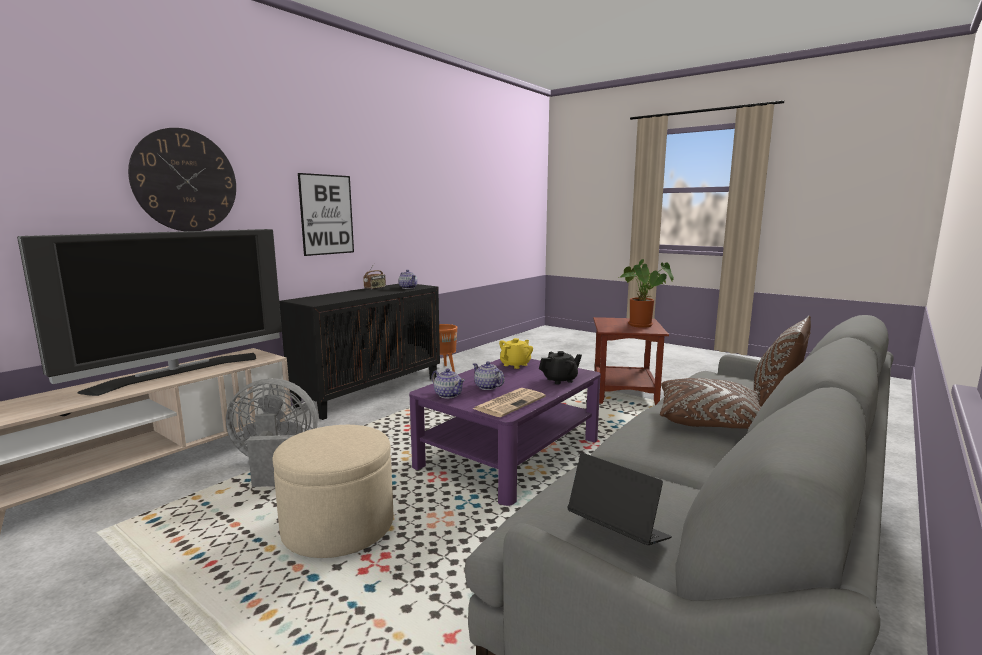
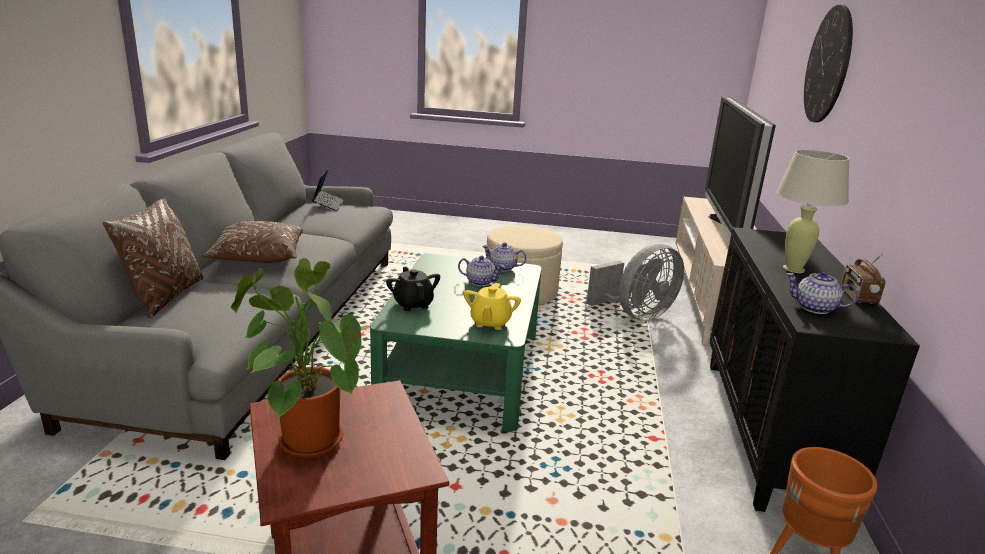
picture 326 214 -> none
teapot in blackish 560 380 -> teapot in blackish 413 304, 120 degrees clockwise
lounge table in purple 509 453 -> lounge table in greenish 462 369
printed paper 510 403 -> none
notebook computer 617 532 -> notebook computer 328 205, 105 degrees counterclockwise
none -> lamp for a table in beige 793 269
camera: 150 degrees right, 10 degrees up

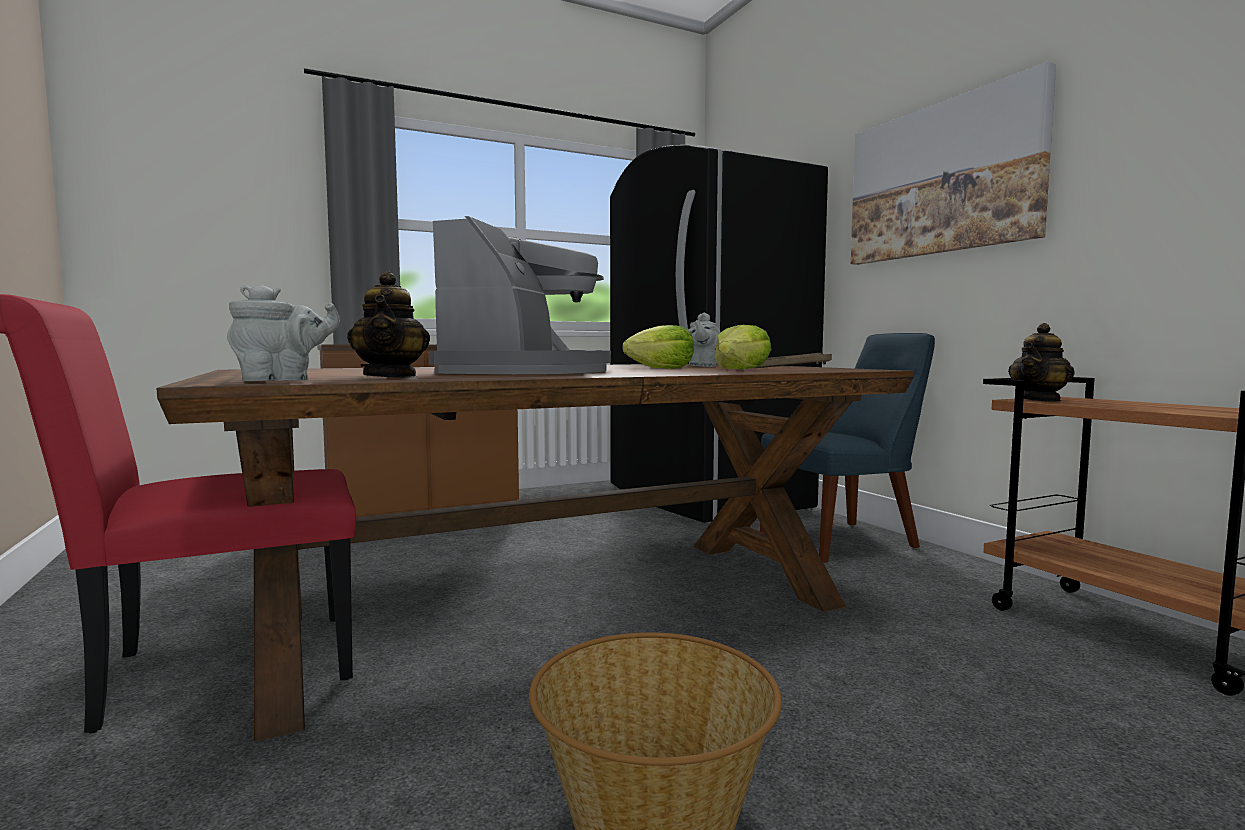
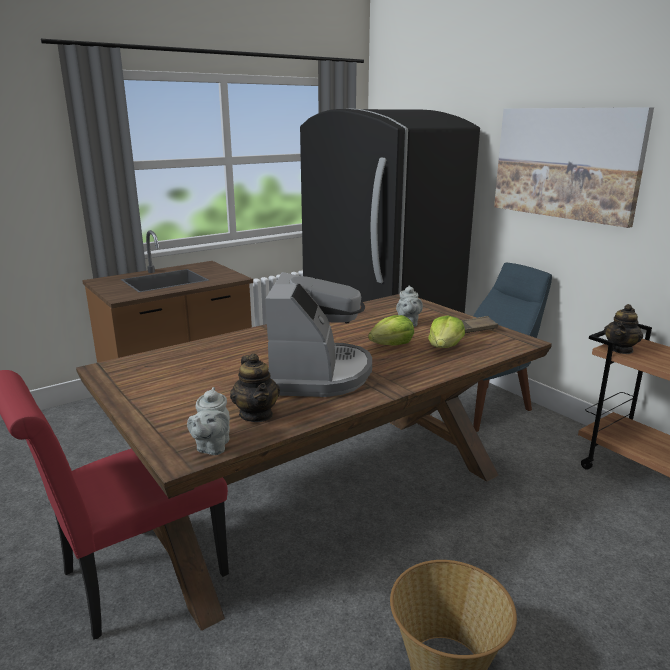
teapot in gray 282 381 -> teapot in gray 212 447, 135 degrees clockwise
camera: 10 degrees left, 15 degrees up

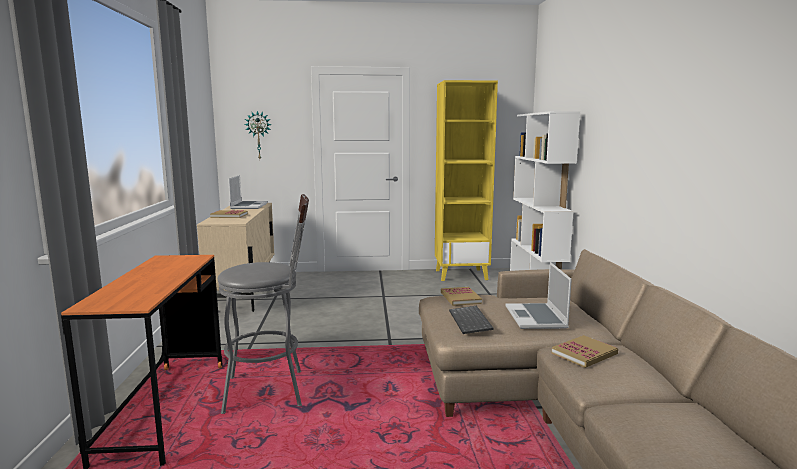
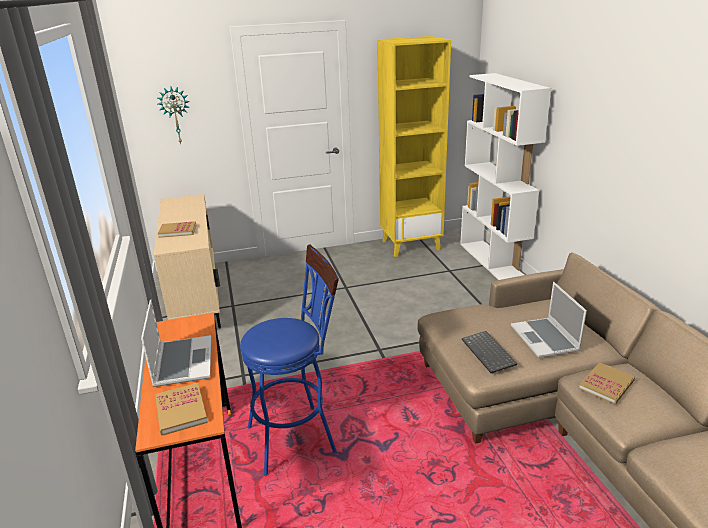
notebook computer 248 206 -> notebook computer 182 362, move
stool in gray 273 390 -> stool in blue 299 437
book 460 298 -> book 181 410, move
camera: 10 degrees left, 15 degrees up

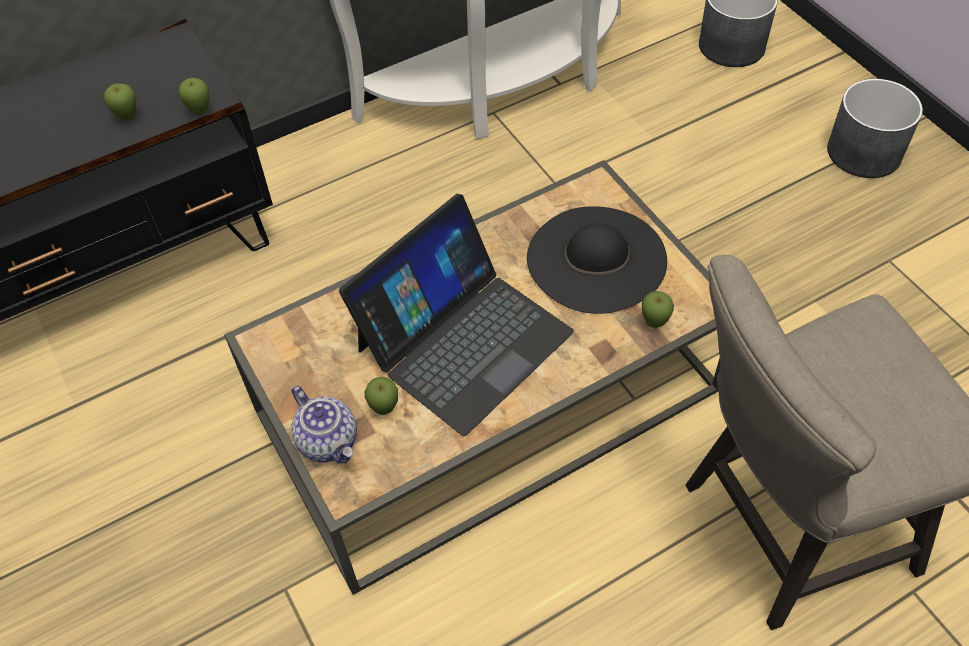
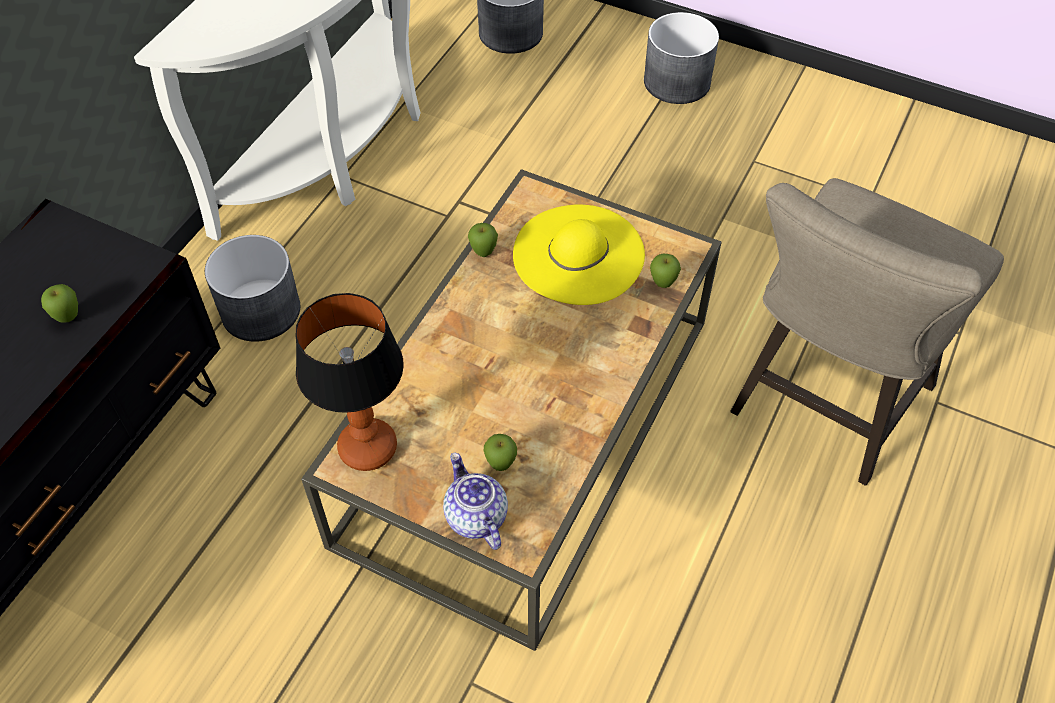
whole apple 200 111 -> whole apple 483 253, move
notebook computer 463 339 -> none
wearable hat in blackish 596 259 -> wearable hat in yellow-coloured 578 254
teapot 329 441 -> teapot 475 517, 135 degrees counterclockwise
none -> flower pot in gray 261 310
none -> lamp for a table 368 448
camera: 35 degrees left, 0 degrees up

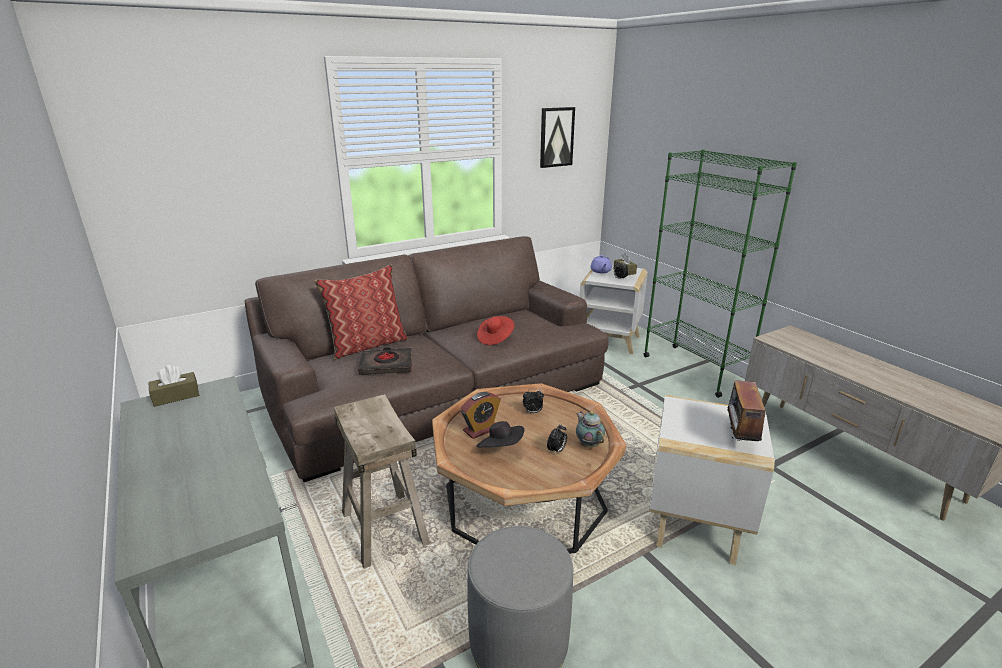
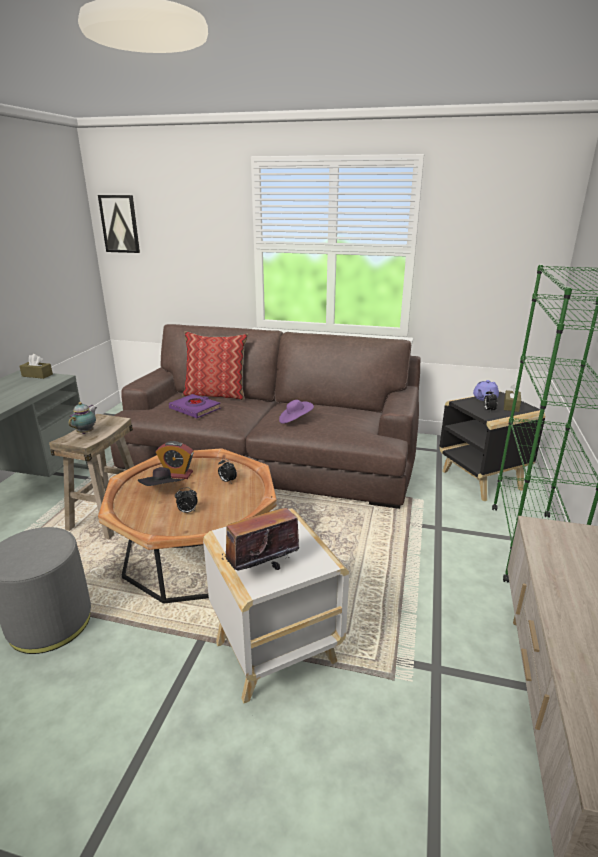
picture 556 137 -> picture 120 224, move
accent table in white-coloured 610 340 -> accent table in blackish 482 480
wearable hat in red-coloured 495 338 -> wearable hat in purple 295 420
book in blackish 386 365 -> book in purple 195 409
teapot 588 444 -> teapot 86 432, move
camera: 45 degrees right, 0 degrees up

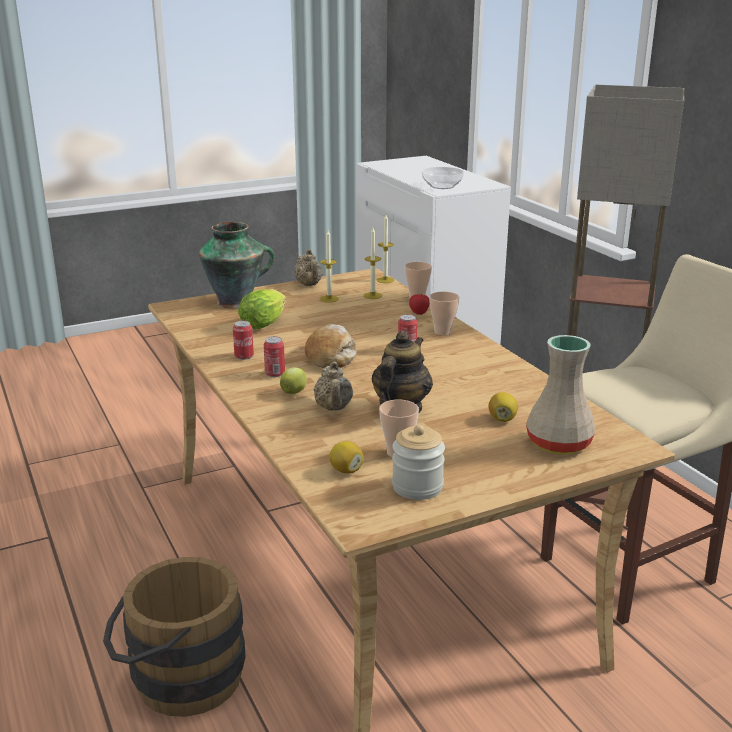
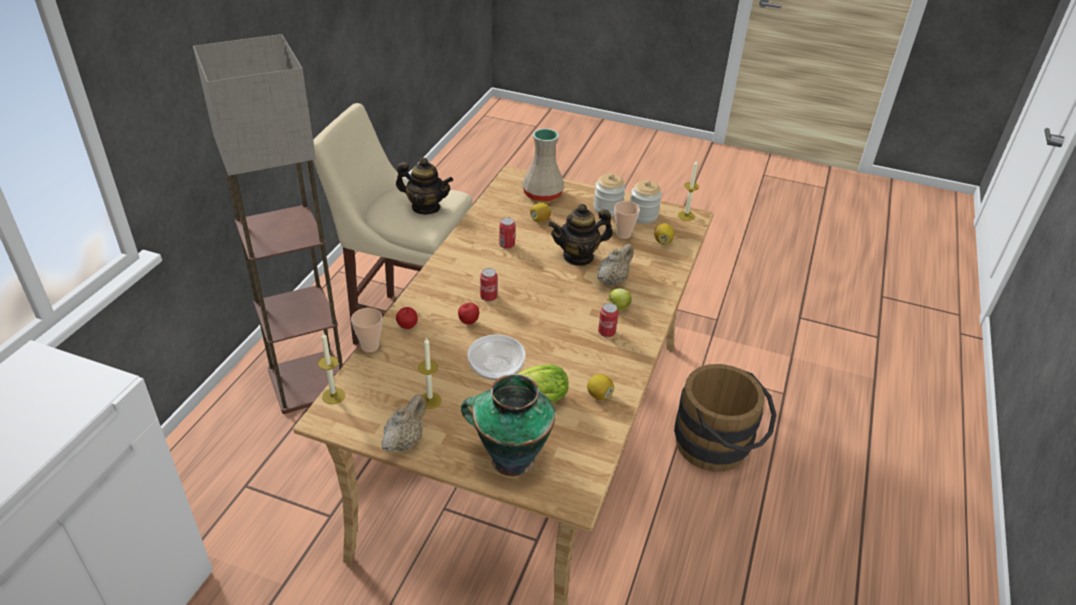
serving bowl 441 186 -> serving bowl 496 369, move
wax candle 372 295 -> wax candle 686 216, move
small cup 442 332 -> none
sealed can 244 356 -> sealed can 507 245, move
baked bread 331 356 -> none
none -> teapot 426 207
none -> jar 607 209
none -> whole apple 468 322
none -> citrus fruit 599 395
camera: 135 degrees left, 15 degrees up

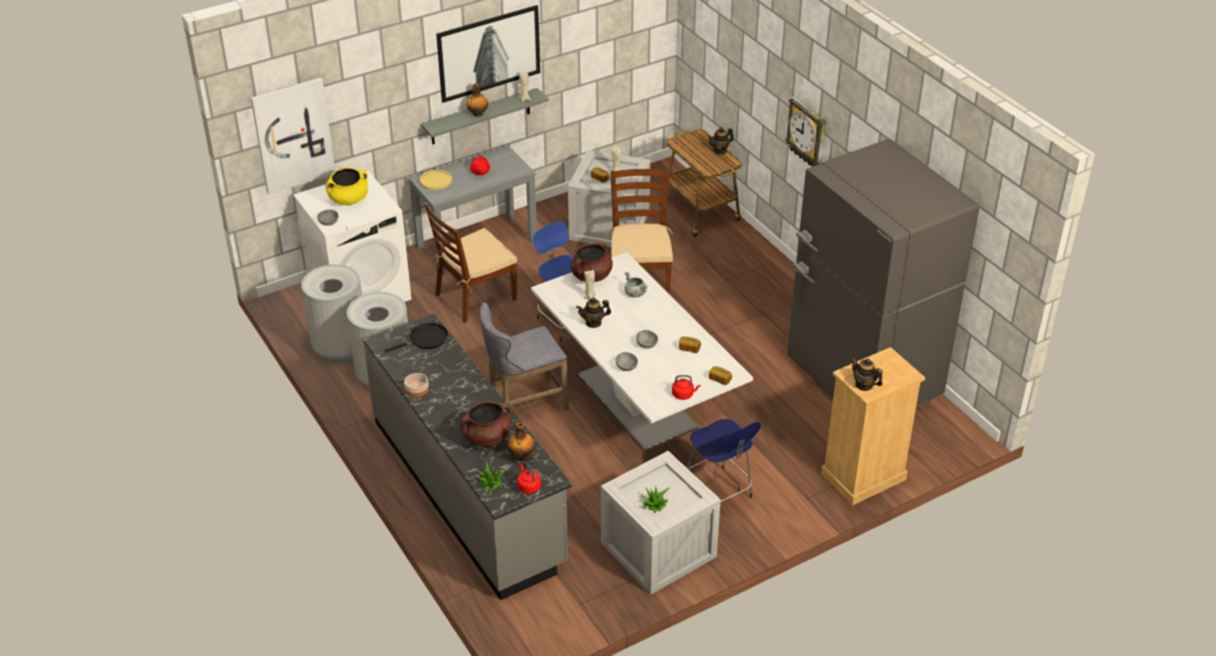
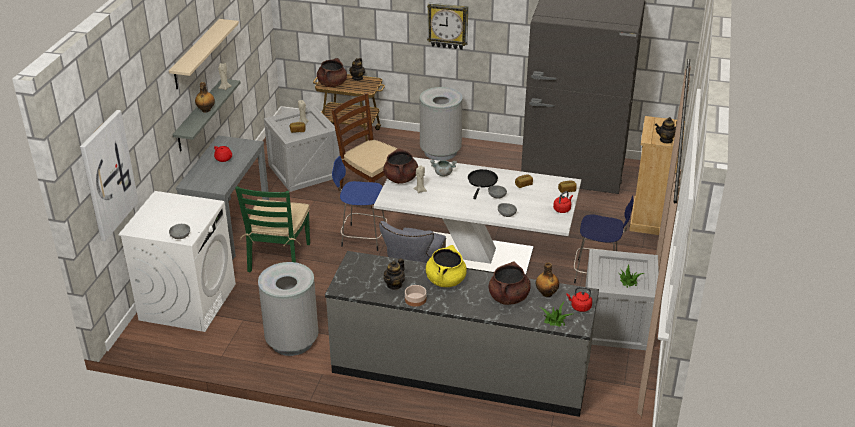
picture 489 53 -> bracket shelf in beige 196 54
cooking pot in yellow-coloured 348 199 -> cooking pot in yellow-coloured 445 280, move
flat dish in yellow-coloured 436 181 -> none
upright chair in brown 475 297 -> upright chair in greenish 279 258
rubbish bin in gray 340 347 -> rubbish bin in gray 440 151, move
teapot 593 322 -> teapot 394 285, move
skillet in blackish 426 339 -> skillet in blackish 482 182, move
none -> cooking pot in brown 332 84
camera: 45 degrees left, 5 degrees down

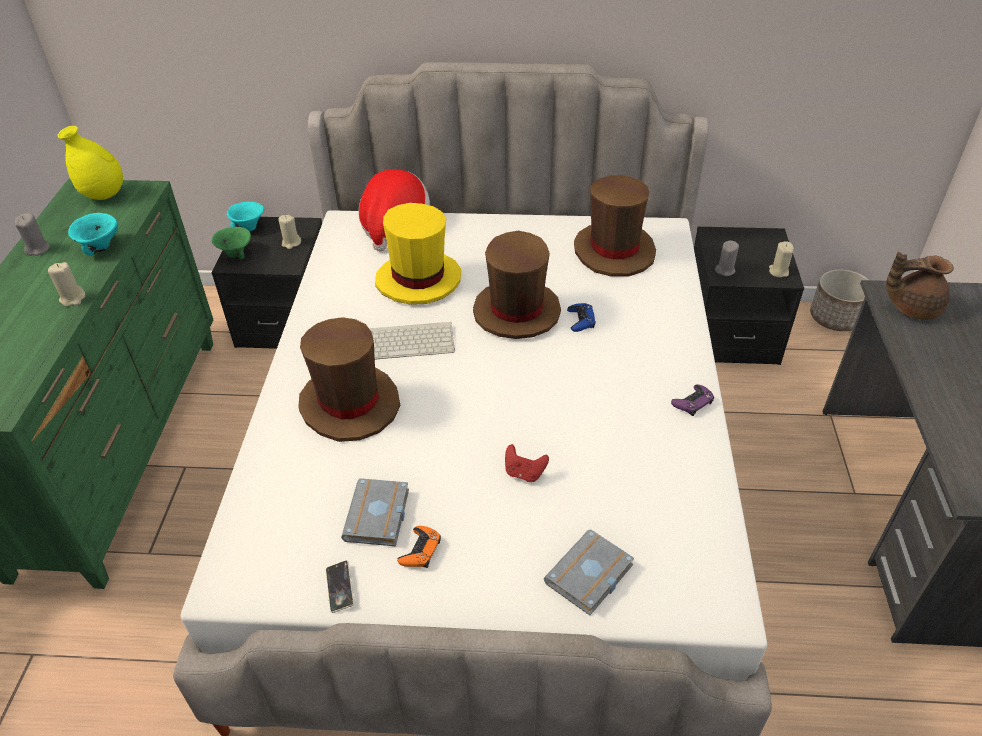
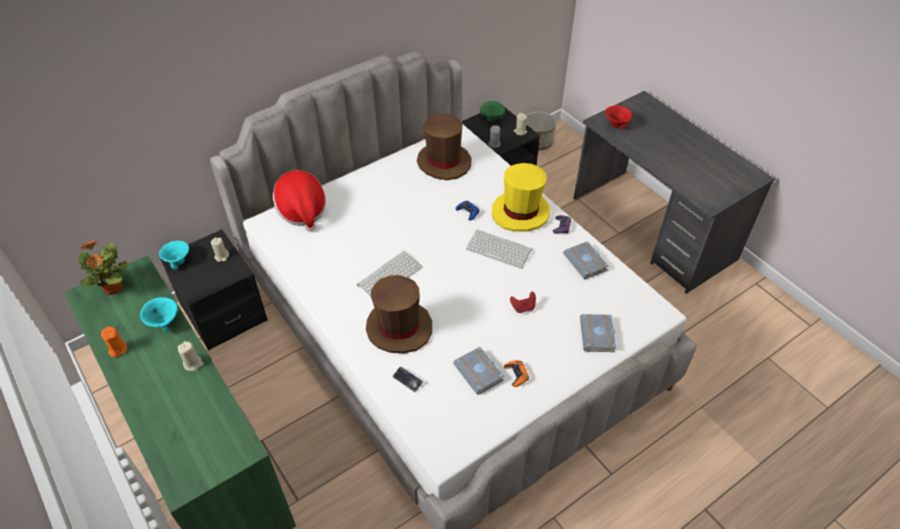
decorative vase in yellow-coloured 104 195 -> plant in a pot 113 289
wearable hat in yellow-coloured 418 280 -> wearable hat in yellow-coloured 520 212, move
wax candle in gray 37 249 -> wax candle in orange 117 349
serving bowl in greenish 235 254 -> serving bowl in greenish 491 119, move
wearable hat in brown 516 312 -> none
teapot in brown 911 307 -> serving bowl in red-coloured 615 125
telephone 340 588 -> telephone 407 380, move
none -> computer keyboard 500 249
none -> book in gray 586 263
camera: 40 degrees left, 5 degrees up

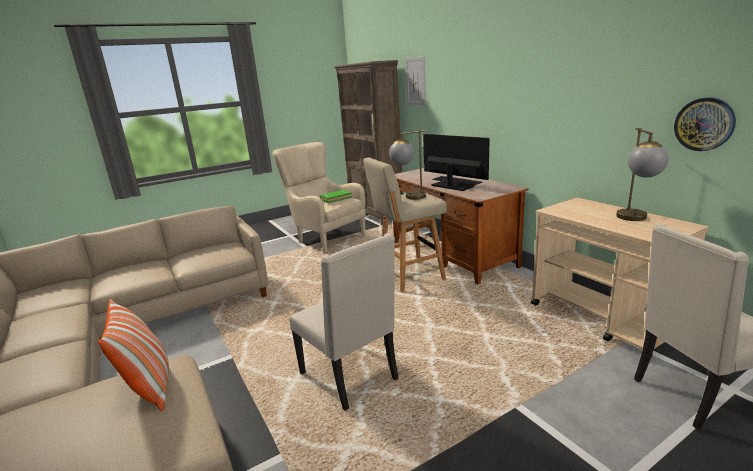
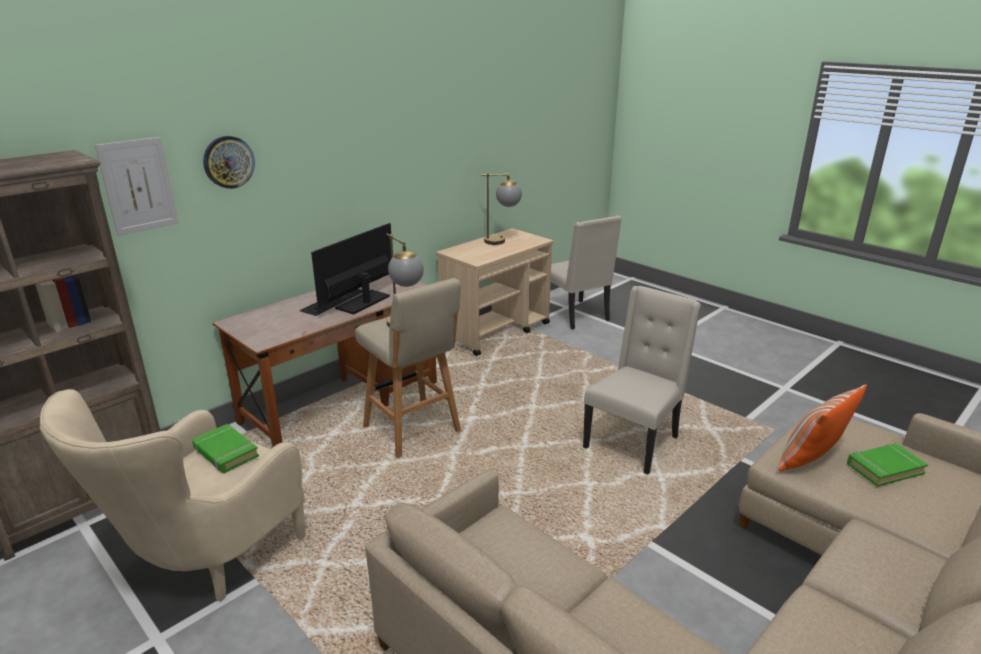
hanging clock 704 124 -> hanging clock 228 162, move
none -> book in greenish 884 468
camera: 105 degrees left, 5 degrees up

